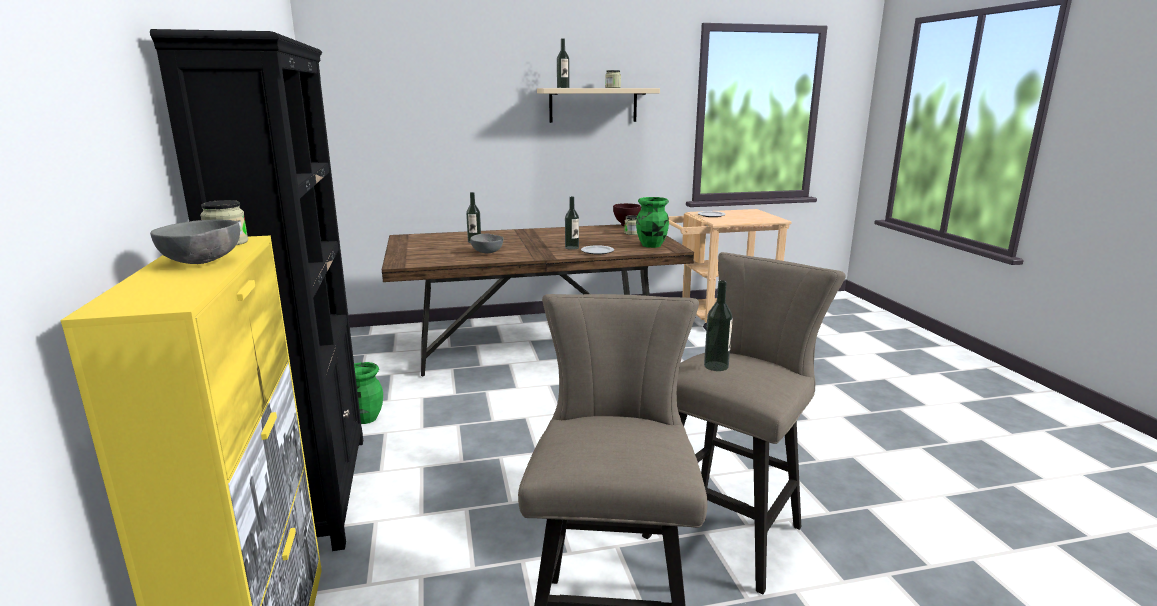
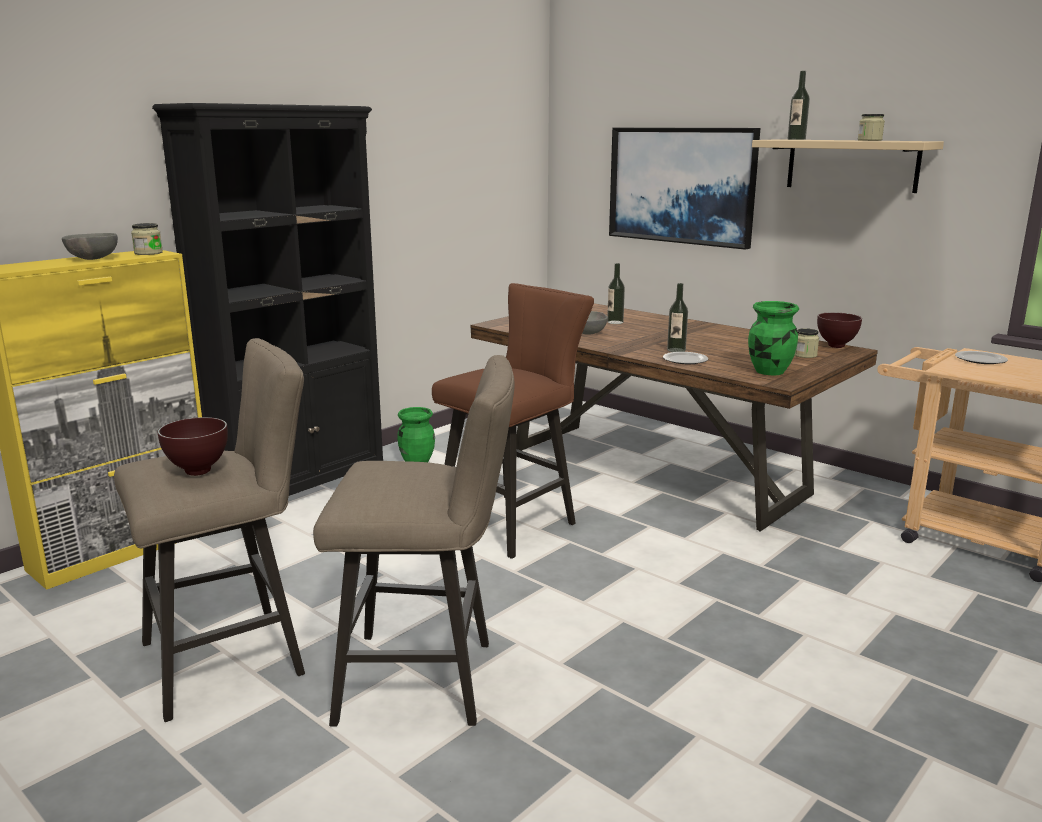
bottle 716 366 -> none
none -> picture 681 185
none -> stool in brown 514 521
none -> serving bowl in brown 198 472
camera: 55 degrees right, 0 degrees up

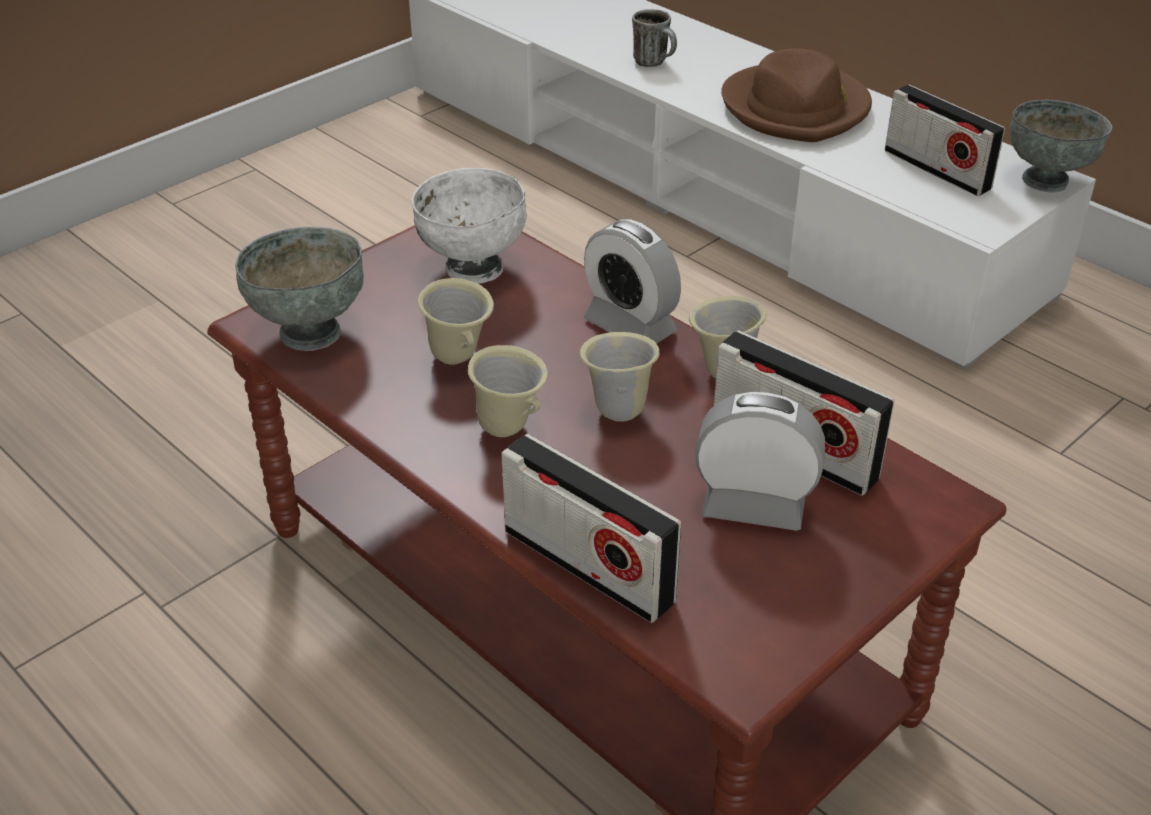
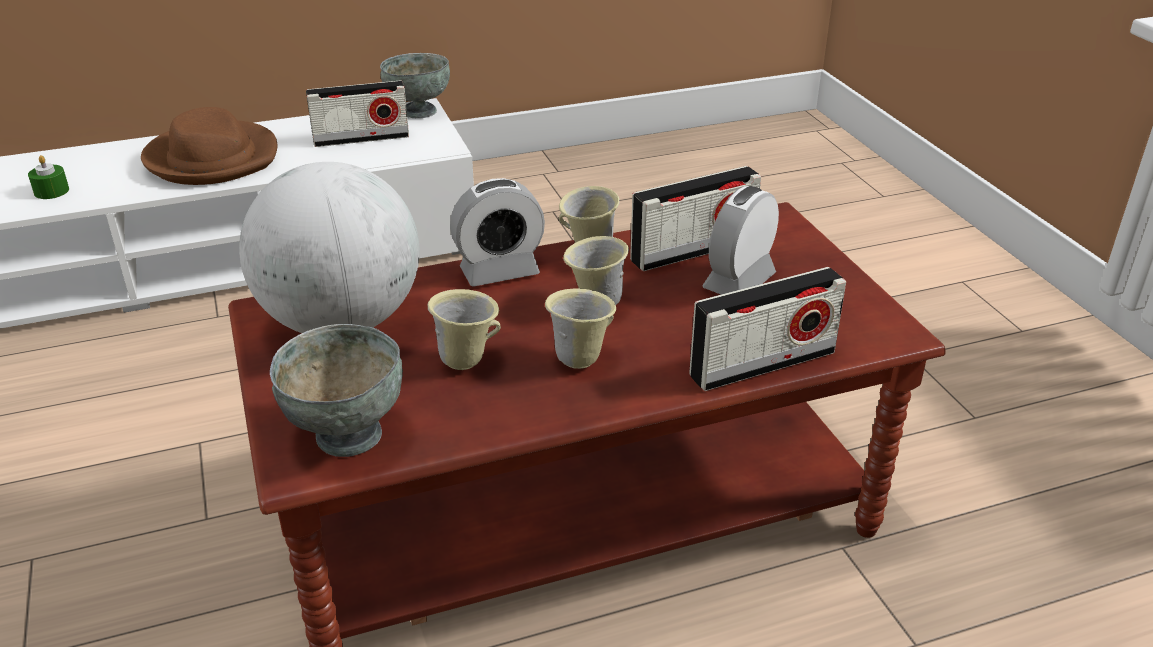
coffee mug 655 63 -> wax candle in greenish 51 191
serving bowl in white-coloured 472 267 -> world globe 342 322
camera: 65 degrees left, 5 degrees down

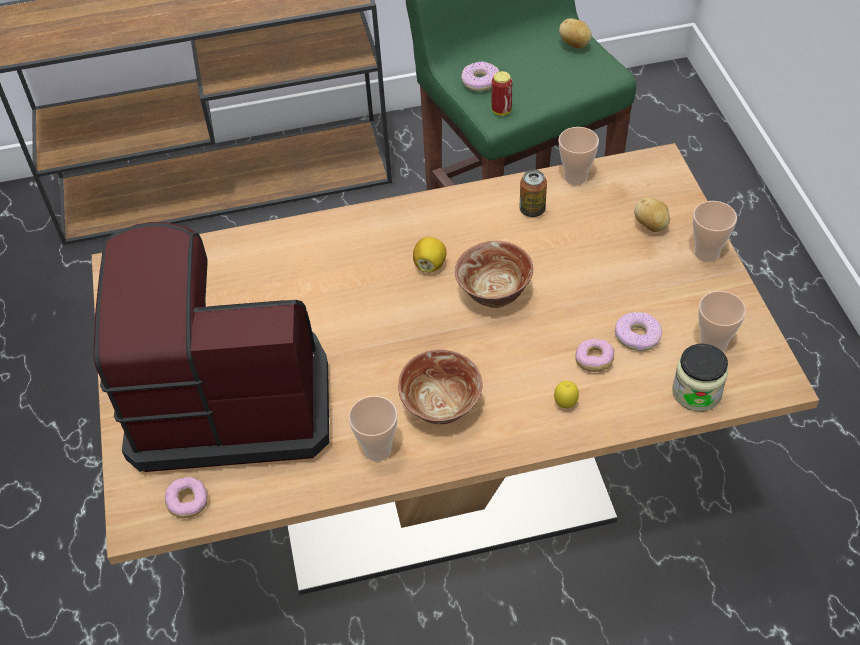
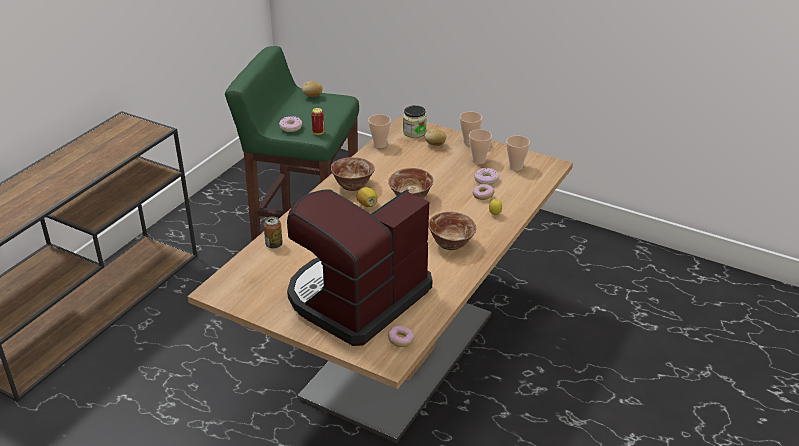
sealed can 532 210 -> sealed can 274 244, move
jar 696 392 -> jar 414 132, move
small cup 377 450 -> small cup 479 160, move
none -> serving bowl 352 186
camera: 50 degrees left, 15 degrees down

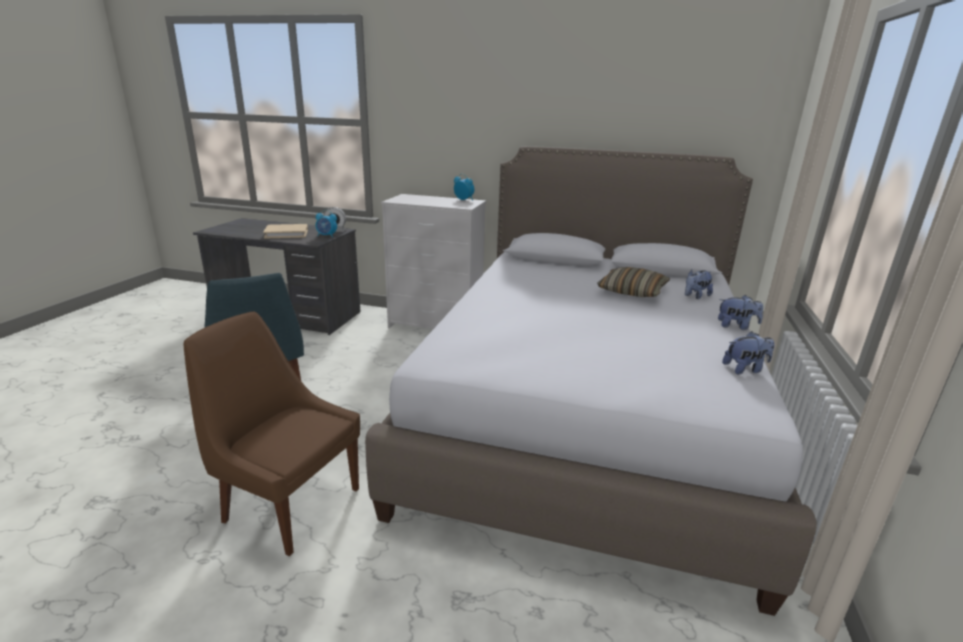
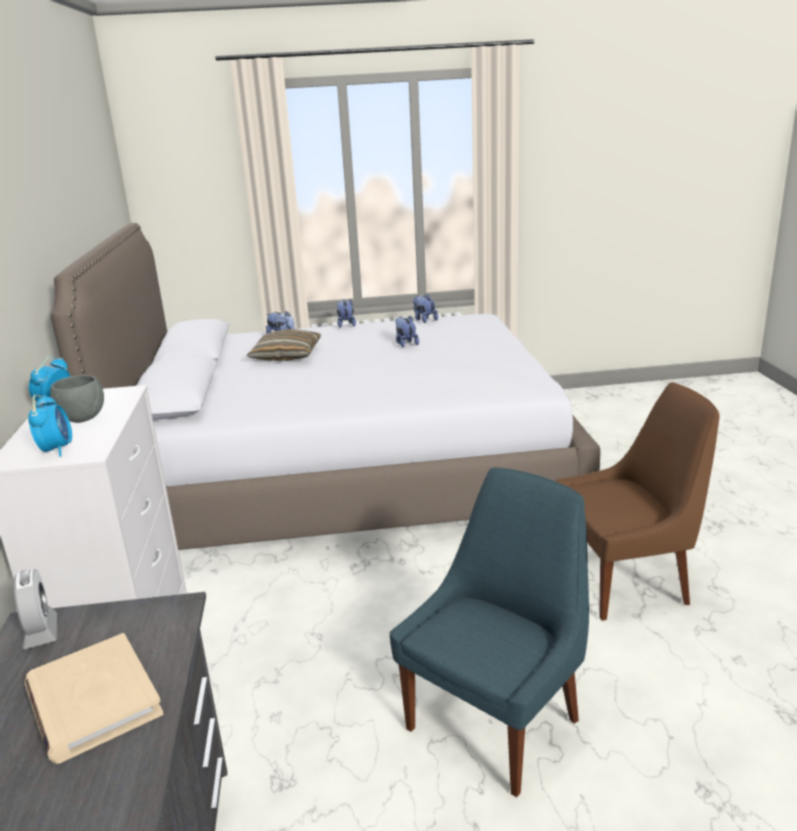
table clock 327 236 -> table clock 57 449, move
upright chair in brown 288 503 -> upright chair in brown 627 581, 105 degrees counterclockwise
none -> soft toy 405 344
none -> serving bowl in gray 82 419
camera: 110 degrees left, 0 degrees up

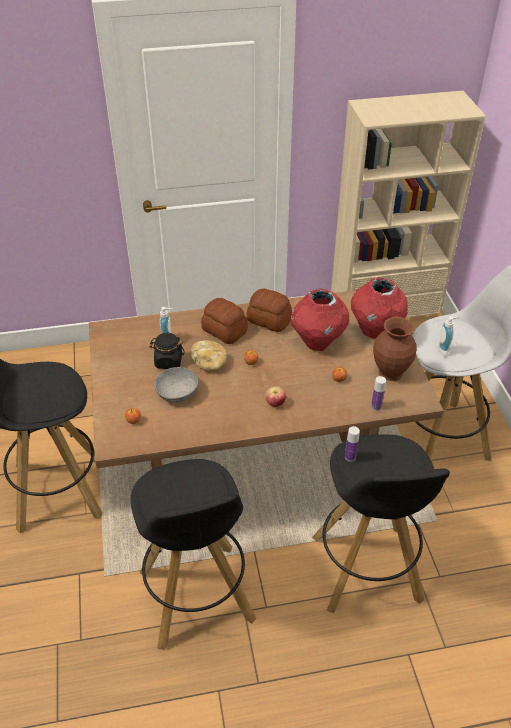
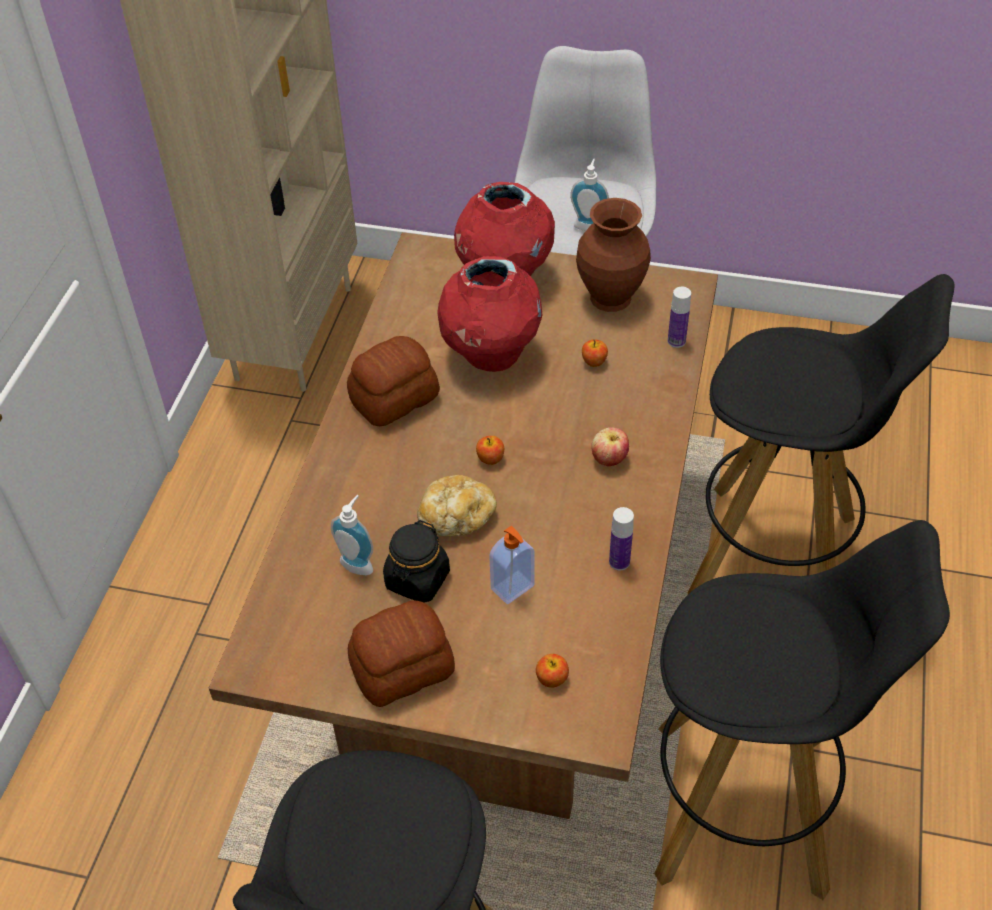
baked bread 224 331 -> baked bread 404 669, move
serving bowl in gray 178 393 -> soap bottle 513 588
bottle 350 457 -> bottle 619 562, move
camera: 65 degrees left, 5 degrees up

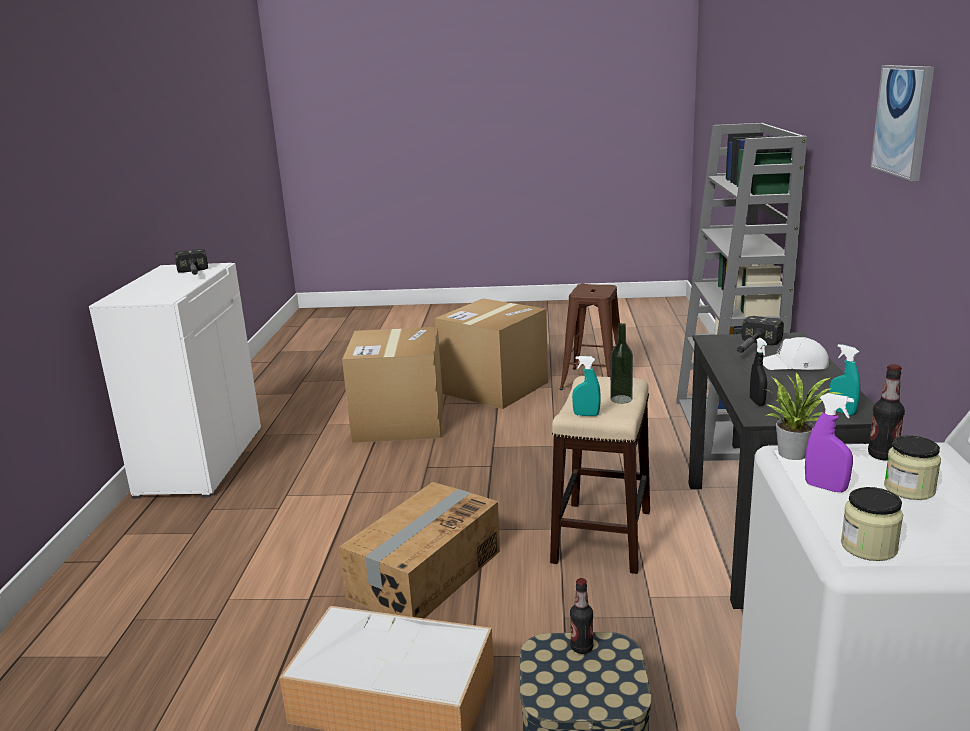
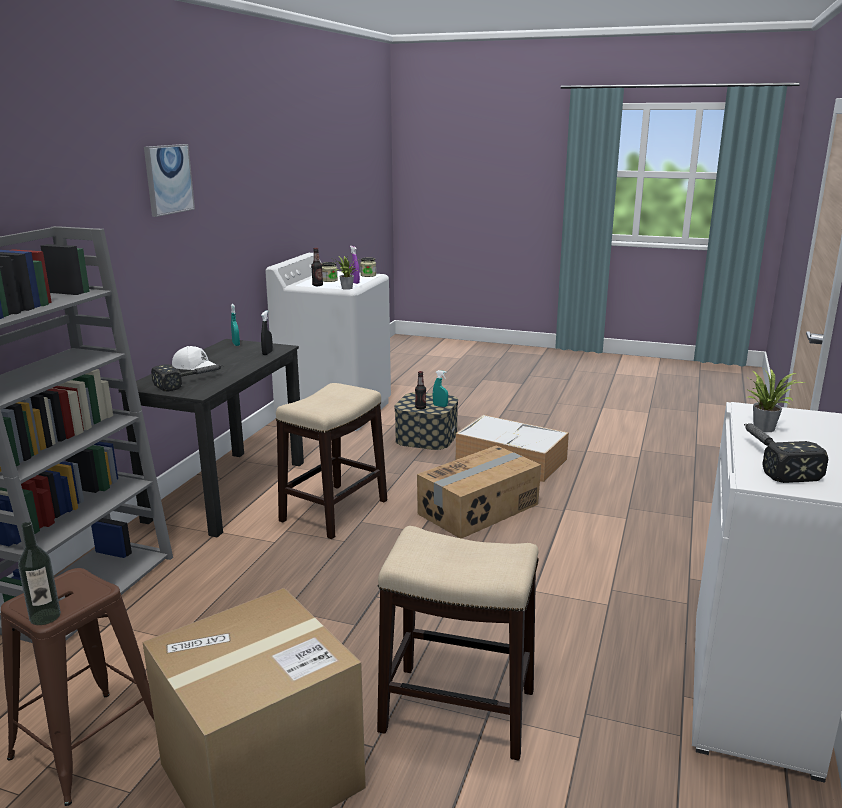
bottle 621 399 -> bottle 45 616, move
packing box 399 422 -> stool 459 711
spray bottle in blue-green 586 415 -> spray bottle in blue-green 440 406, move
none -> plant in a pot 764 427
camera: 165 degrees left, 0 degrees up

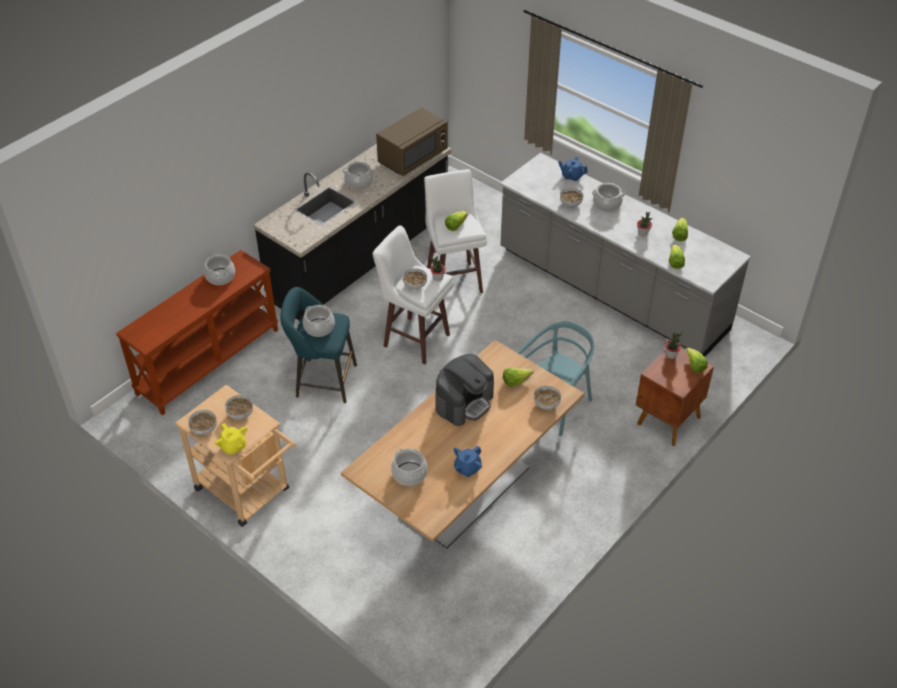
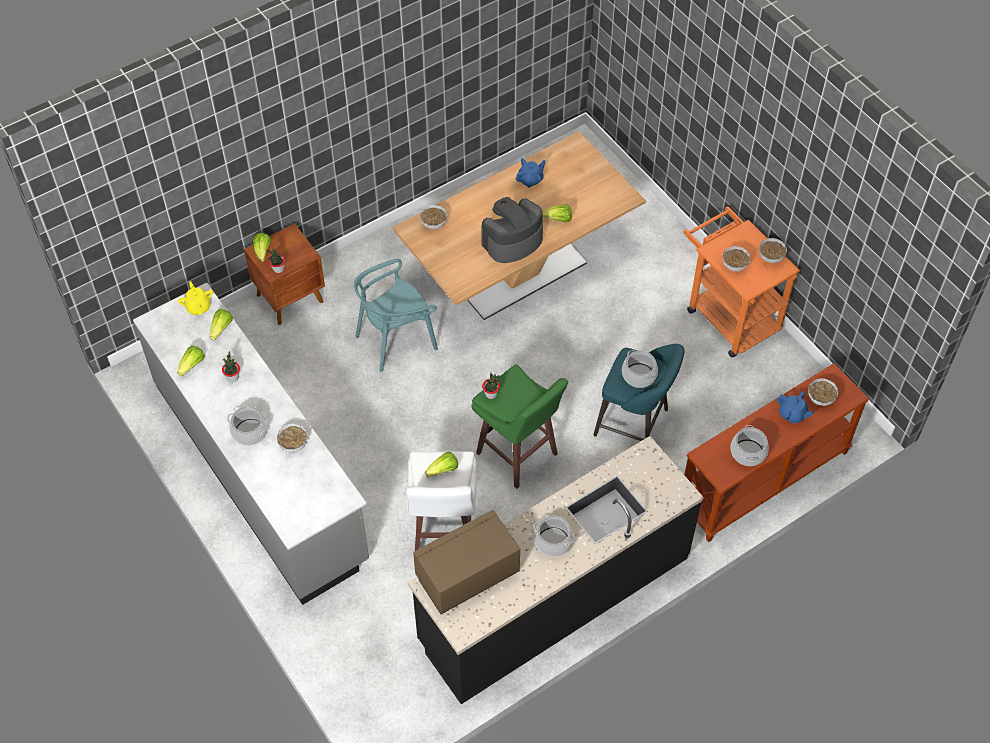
teapot in blue 572 176 -> teapot in blue 792 414, move
stool in white-coloured 415 339 -> stool in greenish 518 455
serving bowl 414 285 -> serving bowl 821 397, move
lettuce 515 381 -> lettuce 558 220, move
cart in beige 248 493 -> cart in orange 727 314
teapot in yellow-coloured 233 447 -> teapot in yellow-coloured 198 306, move
cooking pot 409 474 -> none
camera: 165 degrees left, 10 degrees up

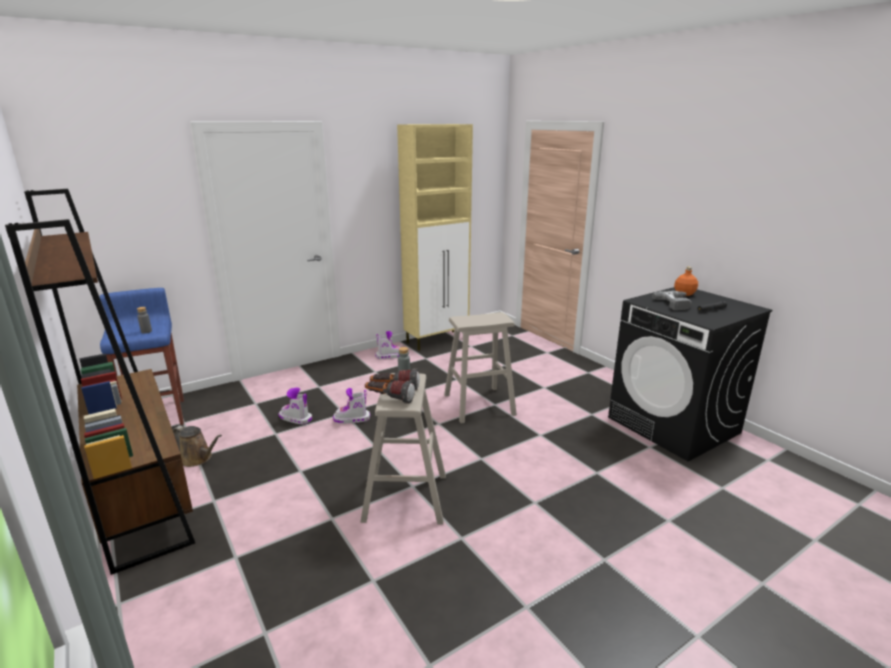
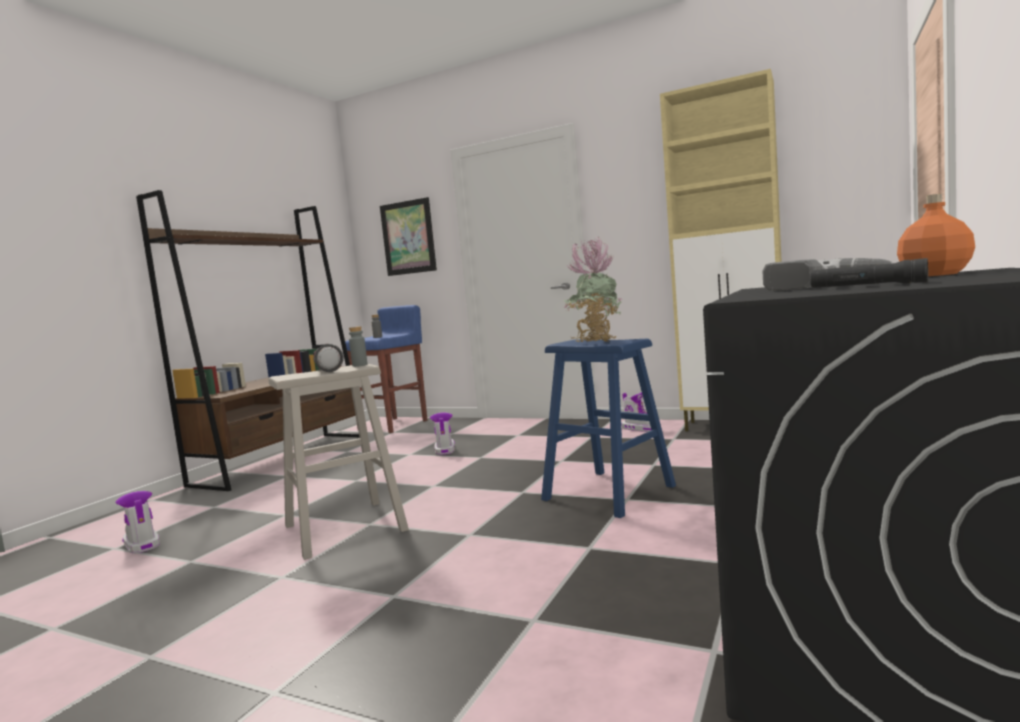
stool in beige 479 404 -> stool in blue 609 493
flashlight 389 399 -> none
boot 352 419 -> boot 141 544, move
watering can in brown 198 458 -> none
none -> picture 408 237
none -> plant in a pot 596 341
camera: 60 degrees right, 15 degrees down

